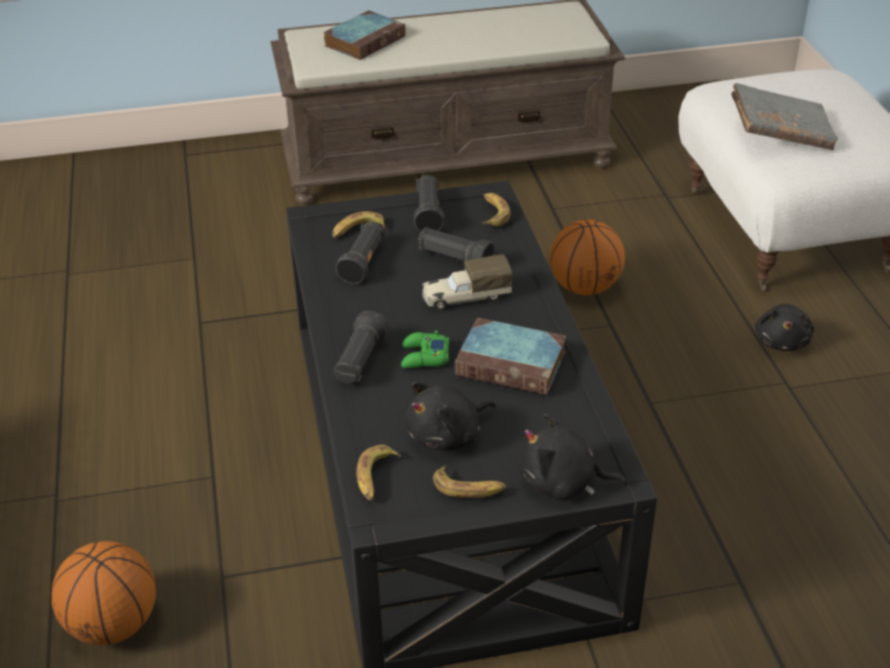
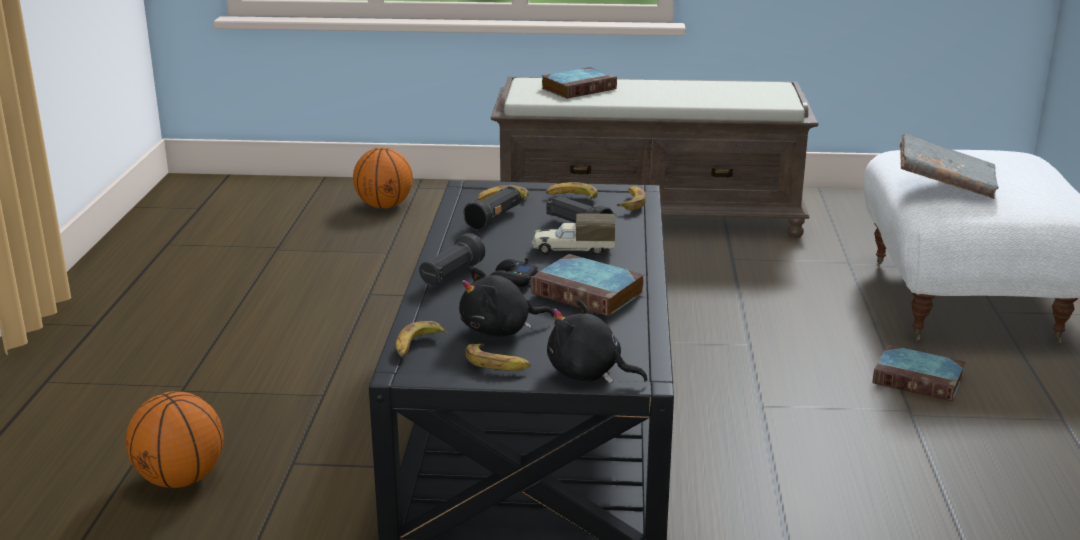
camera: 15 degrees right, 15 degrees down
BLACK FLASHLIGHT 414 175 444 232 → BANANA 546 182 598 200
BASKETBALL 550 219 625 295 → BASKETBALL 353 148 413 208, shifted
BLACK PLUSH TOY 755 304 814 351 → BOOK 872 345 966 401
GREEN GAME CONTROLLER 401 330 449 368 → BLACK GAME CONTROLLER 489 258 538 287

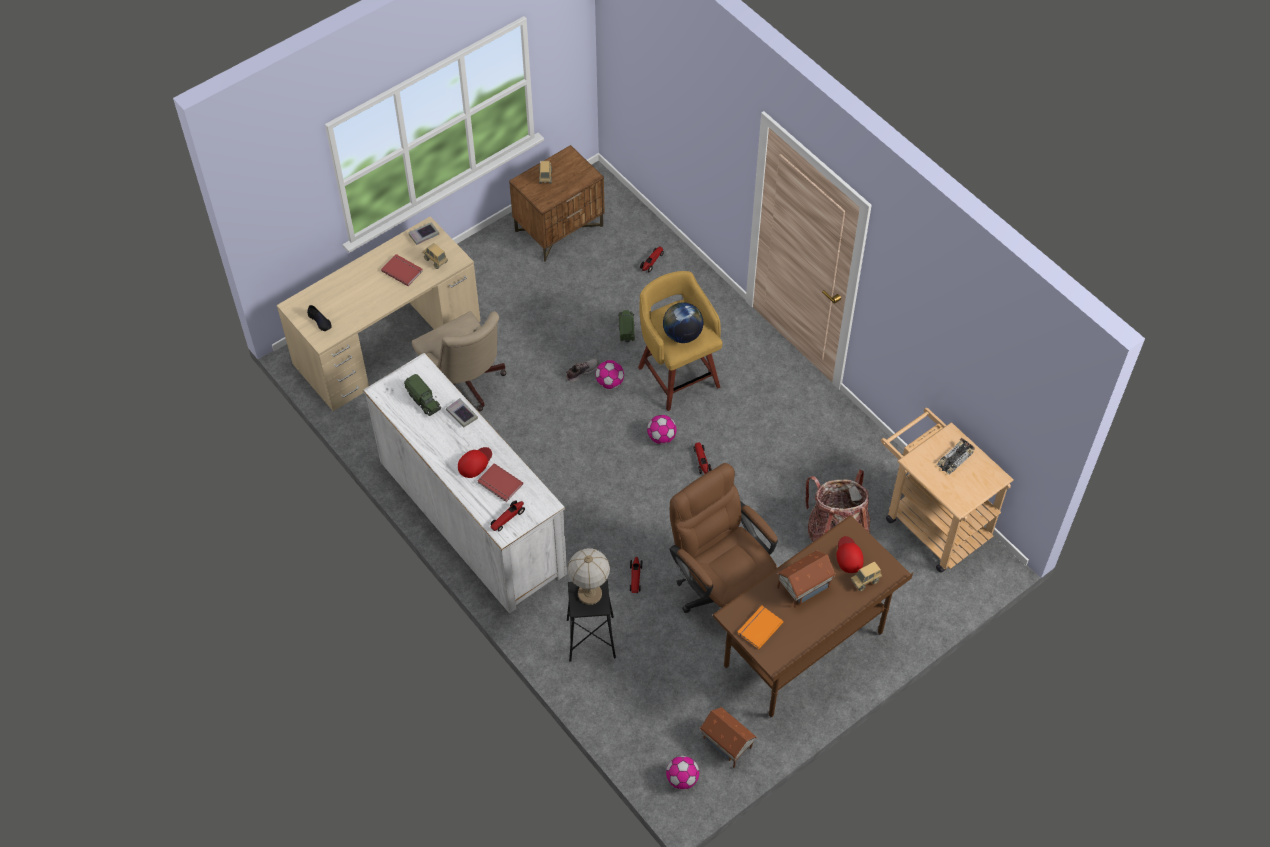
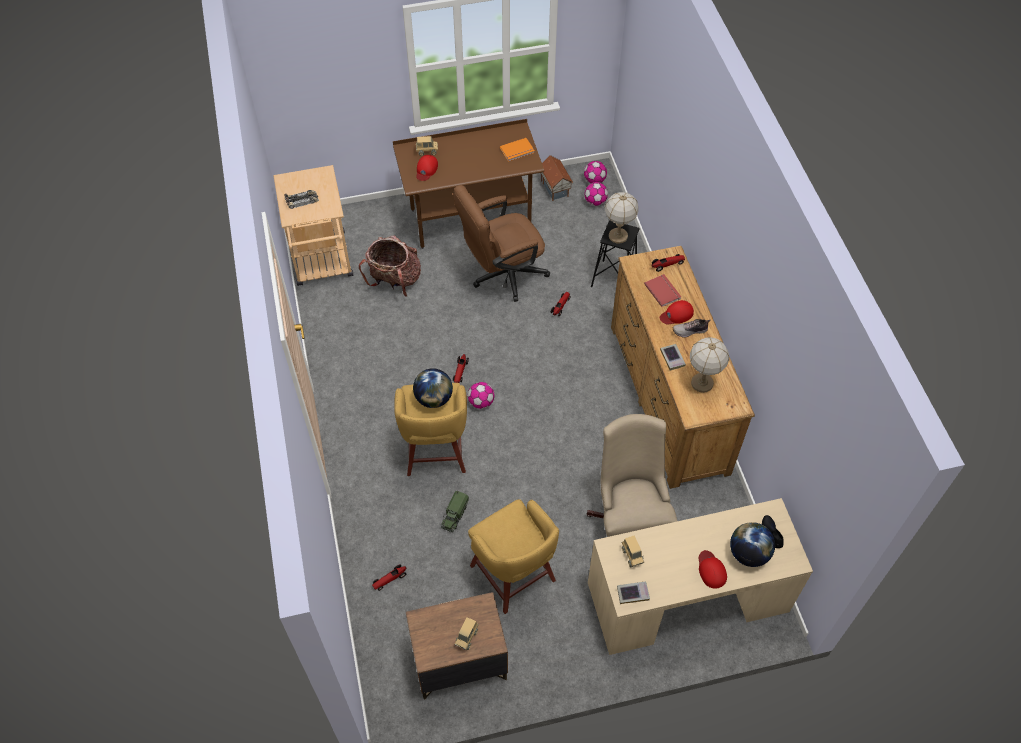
camera: 155 degrees left, 0 degrees up
RED BOOK 381 254 423 286 → -
WHITE DRESSER 363 352 567 614 → BROWN DRESSER 611 246 755 489
SHOE 566 359 599 382 → SHOE 673 319 711 338, shifted
FOOTBALL 595 360 624 389 → FOOTBALL 585 182 608 206, shifted
TOY TRUCK 404 374 441 416 → TABLE LAMP 690 337 729 393
BROWN OFFICE CHAIR 669 463 778 613 → BROWN OFFICE CHAIR 453 185 550 302, 75 degrees clockwise
TOY HOUSE 777 550 836 608 → -
- → YELLOW STOOL 468 499 559 614
- → GLOBE 730 522 775 567
- → RED CAP 699 550 727 589

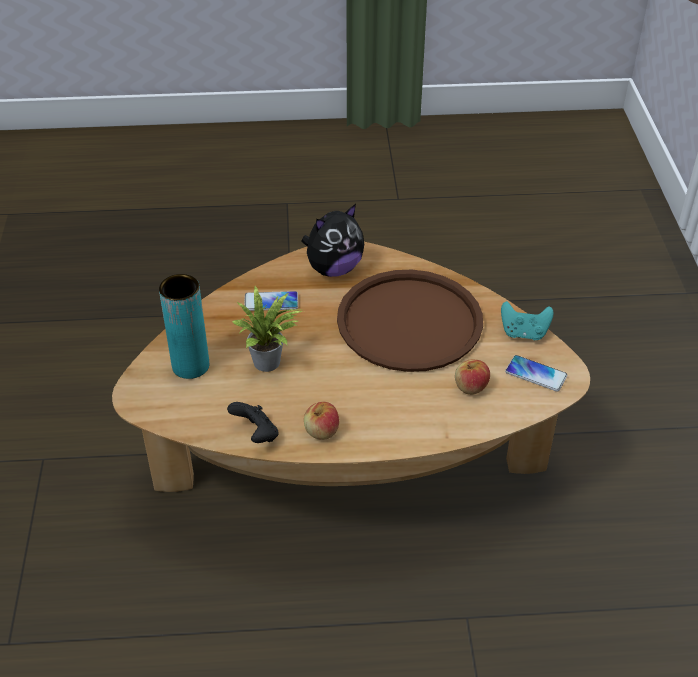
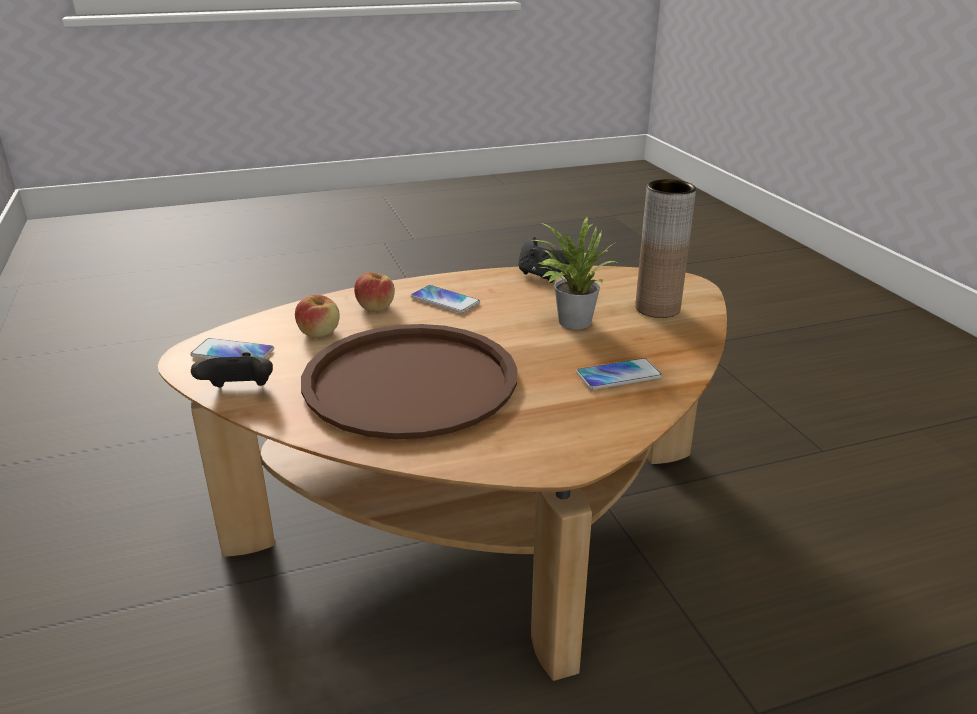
camera: 165 degrees right, 15 degrees down
PLUSH TOY 301 204 364 277 → -
TURQUOISE VASE 159 274 209 379 → BROWN VASE 635 179 696 318
TURQUOISE GAME CONTROLLER 501 301 554 340 → BLACK GAME CONTROLLER 191 352 273 387
APPLE 304 402 339 440 → APPLE 354 272 395 312, shifted
- → PHONE 411 285 480 313

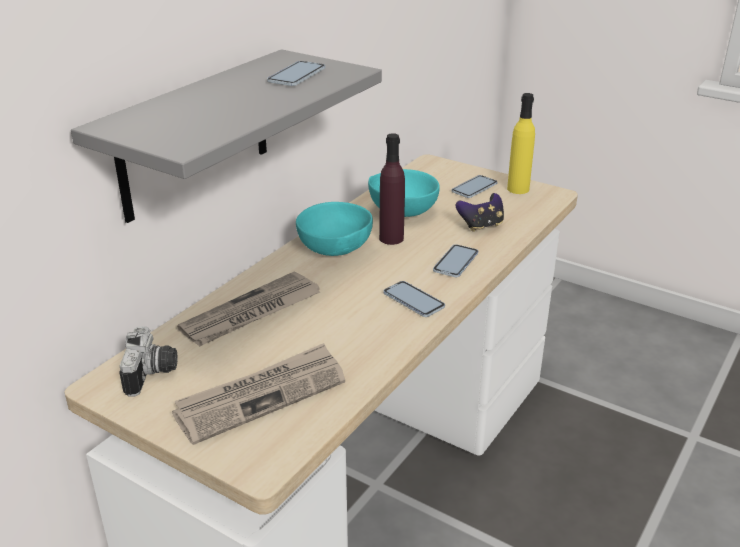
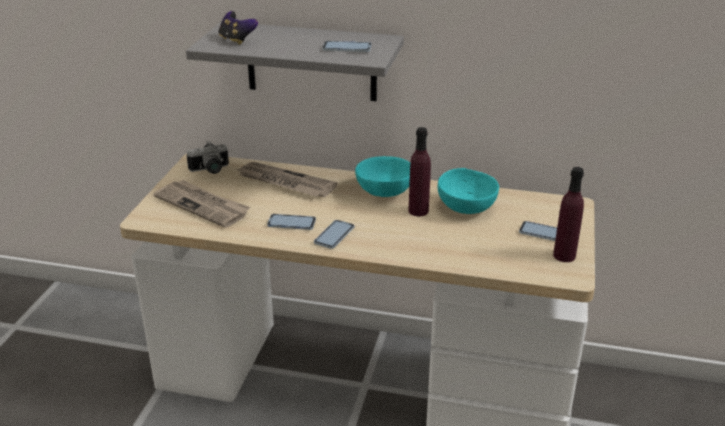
camera: 70 degrees right, 0 degrees up
YELLOW BOTTLE 507 93 535 194 → PURPLE BOTTLE 553 167 584 262
GAME CONTROLLER 456 193 504 232 → GAME CONTROLLER 219 11 258 45, shifted
PHONE 433 244 478 277 → PHONE 267 214 316 230, shifted

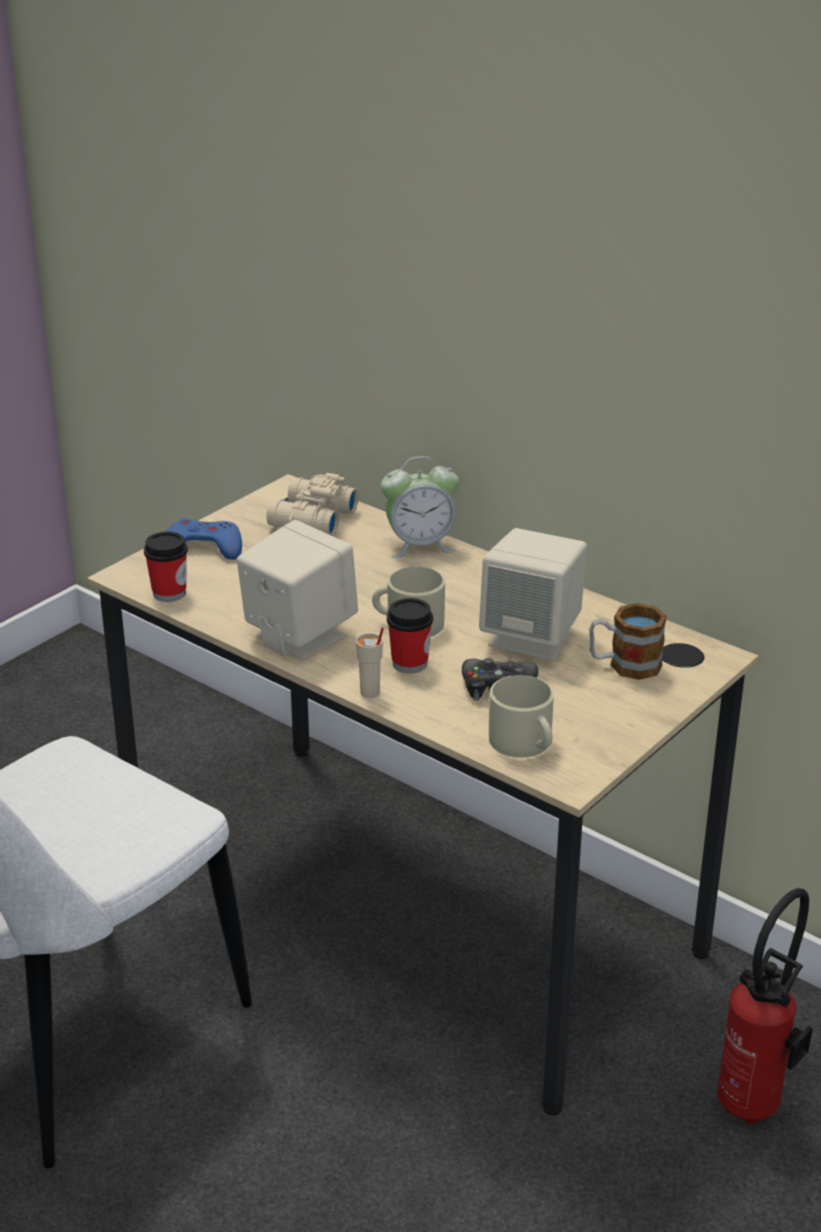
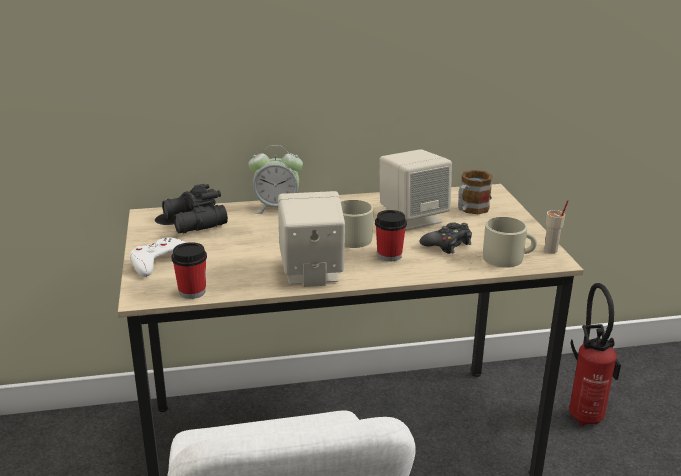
camera: 50 degrees left, 5 degrees down
ALARM CLOCK 381 456 459 558 → ALARM CLOCK 248 145 303 214, 60 degrees clockwise
BEIGE BINOCULARS 266 473 359 536 → BLACK BINOCULARS 162 184 228 233
BLUE GAME CONTROLLER 165 518 242 560 → WHITE GAME CONTROLLER 130 237 187 277
BEIGE CUP 356 627 384 698 → BEIGE CUP 544 200 569 254, shifted

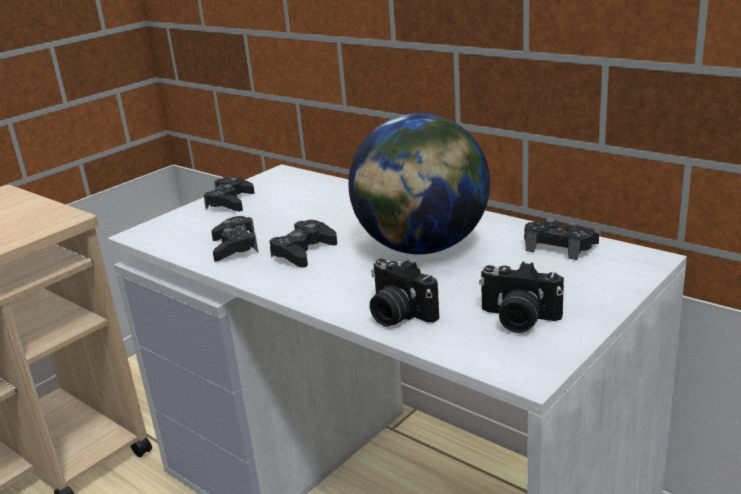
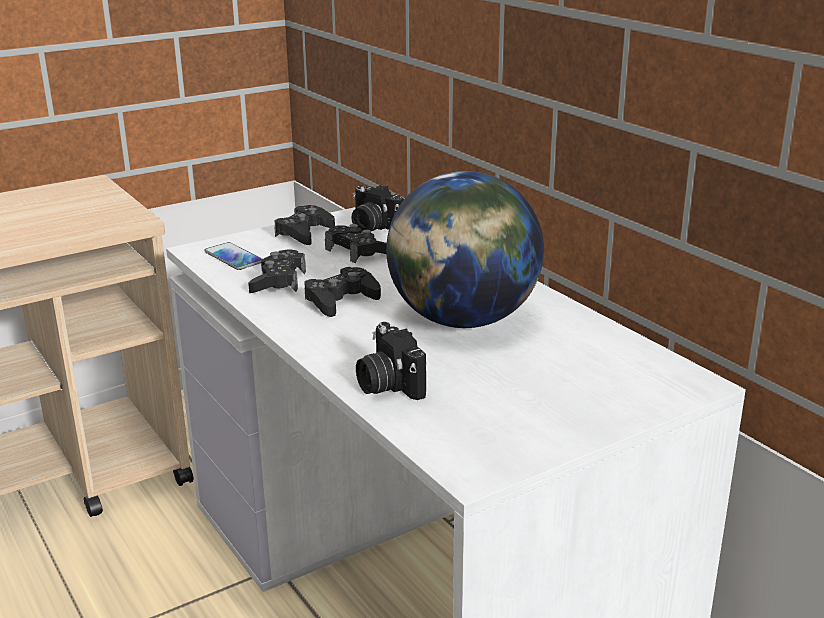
camera: 15 degrees right, 0 degrees up
BLACK GAME CONTROLLER 524 218 599 260 → BLACK GAME CONTROLLER 325 224 387 263, shifted
PHOTO CAMERA 479 262 564 333 → PHOTO CAMERA 351 185 404 233, shifted
- → PHONE 204 242 263 270

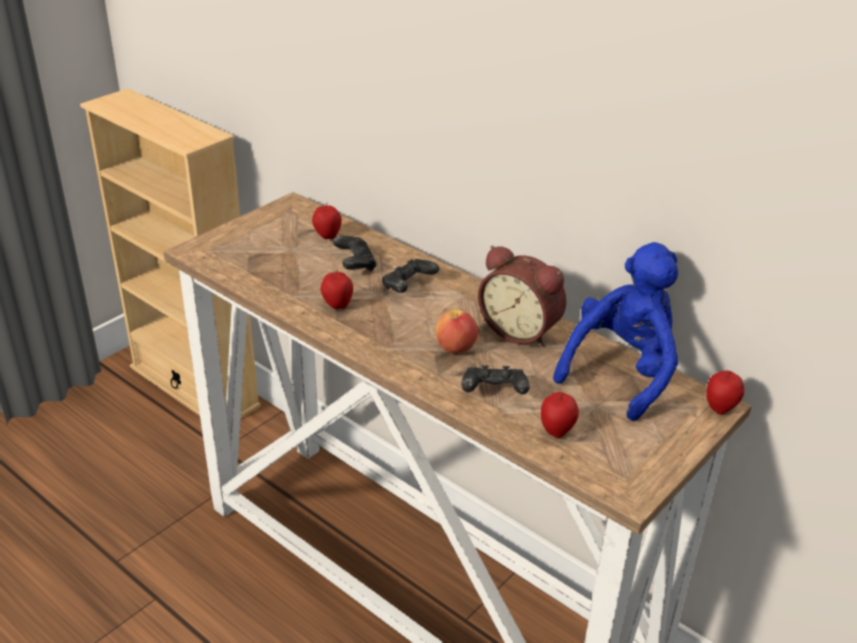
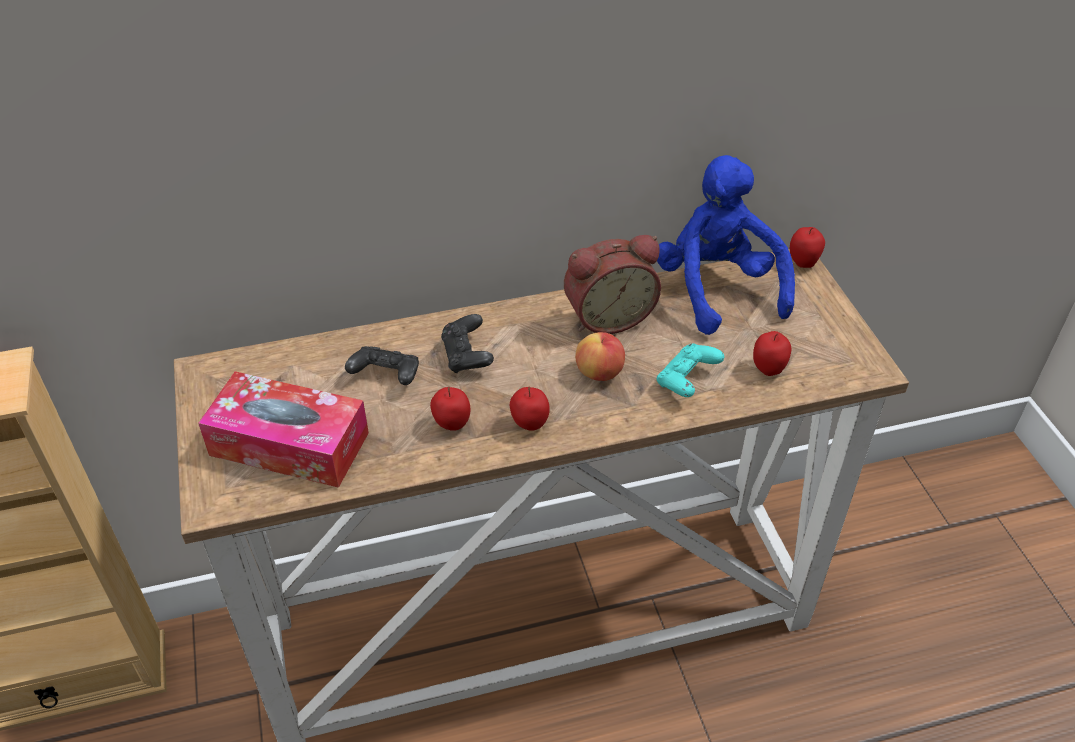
camera: 55 degrees left, 10 degrees up
APPLE 312 202 342 239 → APPLE 510 387 550 431, shifted
BLACK GAME CONTROLLER 461 365 530 394 → TURQUOISE GAME CONTROLLER 657 344 724 397
- → TISSUE BOX 198 371 369 488

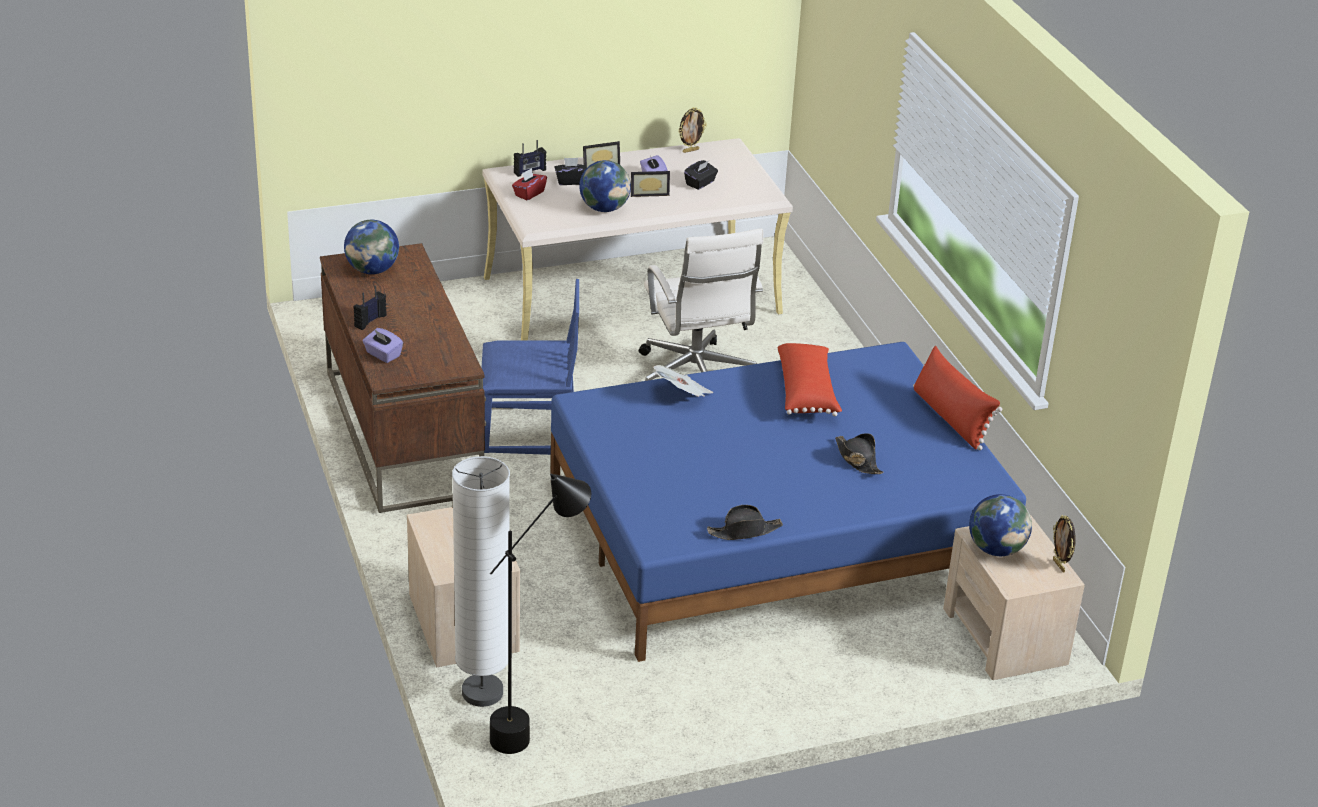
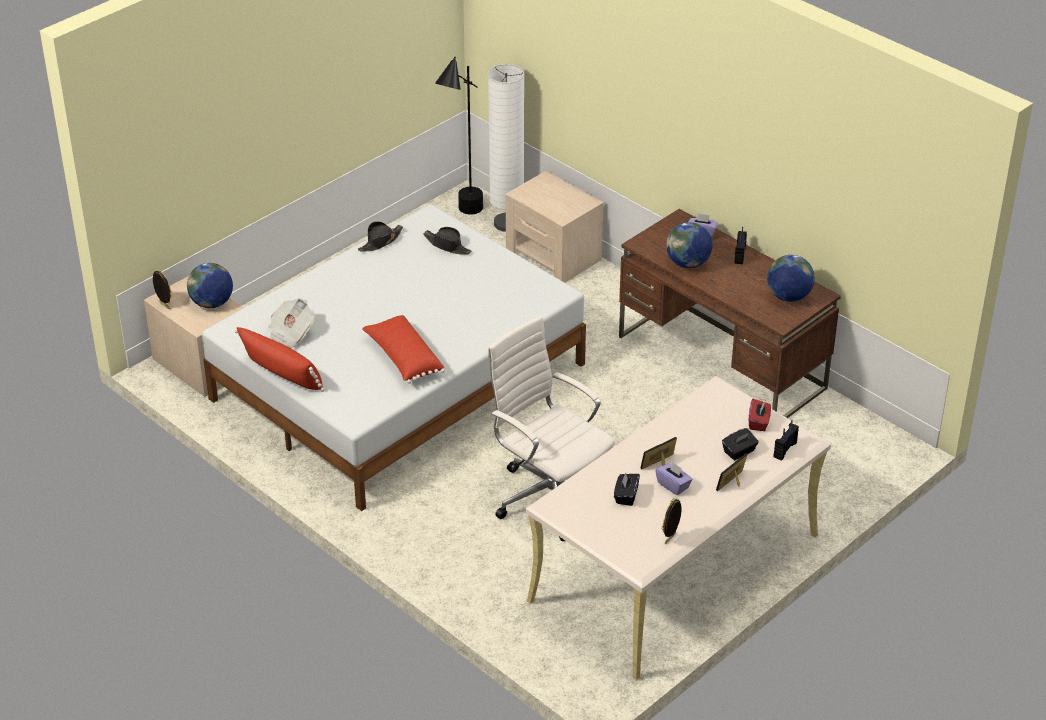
camera: 155 degrees right, 5 degrees up
GLOBE 579 160 631 212 → GLOBE 666 222 712 268, shifted
BLUE CHAIR 481 279 579 455 → -
BLUE BED 550 342 1026 662 → WHITE BED 202 204 586 511
NEWSPAPER 653 365 713 396 → NEWSPAPER 269 298 315 347, shifted
BLACK HAT 835 433 884 474 → BLACK HAT 423 227 472 255, shifted

